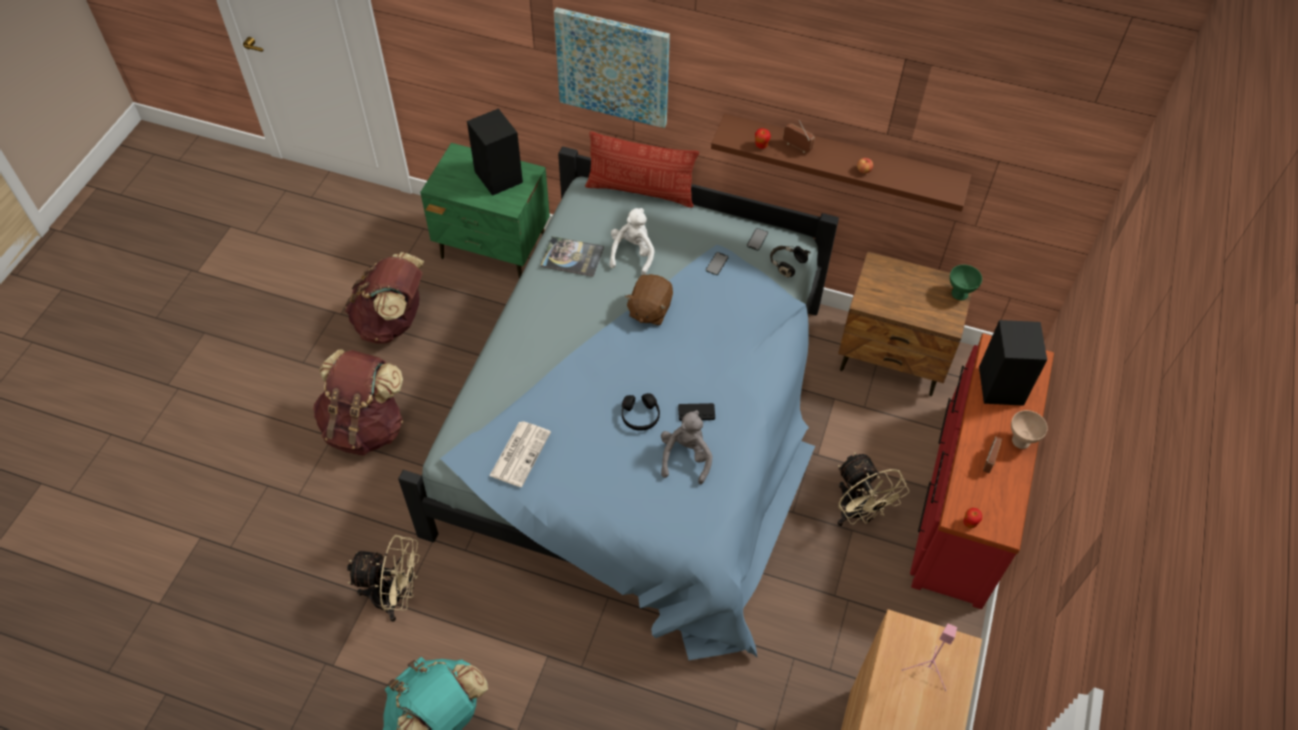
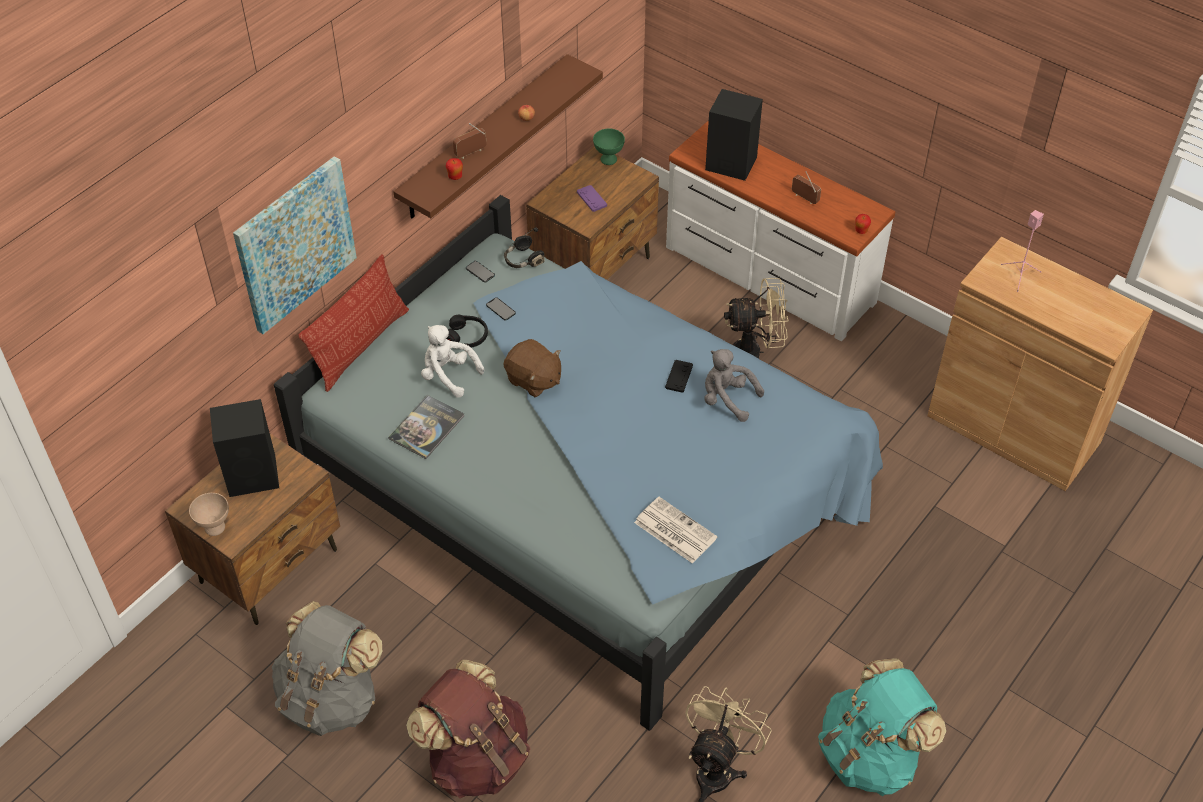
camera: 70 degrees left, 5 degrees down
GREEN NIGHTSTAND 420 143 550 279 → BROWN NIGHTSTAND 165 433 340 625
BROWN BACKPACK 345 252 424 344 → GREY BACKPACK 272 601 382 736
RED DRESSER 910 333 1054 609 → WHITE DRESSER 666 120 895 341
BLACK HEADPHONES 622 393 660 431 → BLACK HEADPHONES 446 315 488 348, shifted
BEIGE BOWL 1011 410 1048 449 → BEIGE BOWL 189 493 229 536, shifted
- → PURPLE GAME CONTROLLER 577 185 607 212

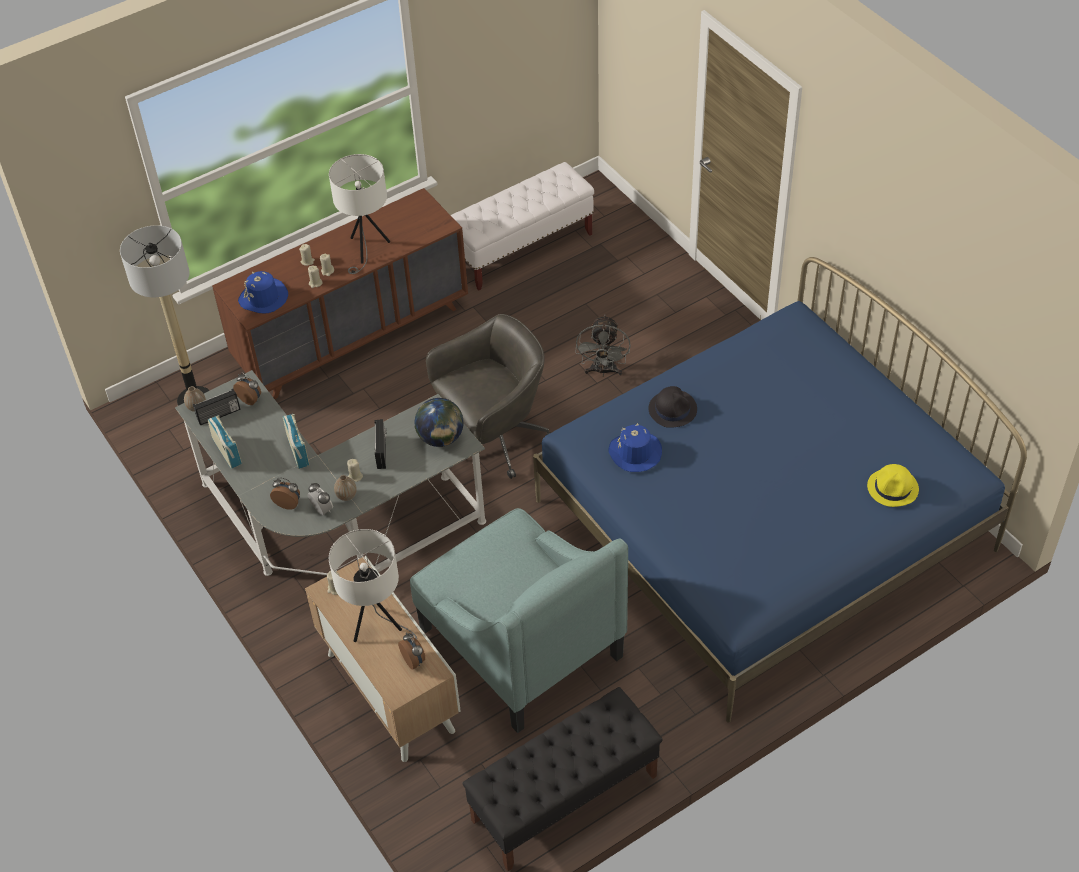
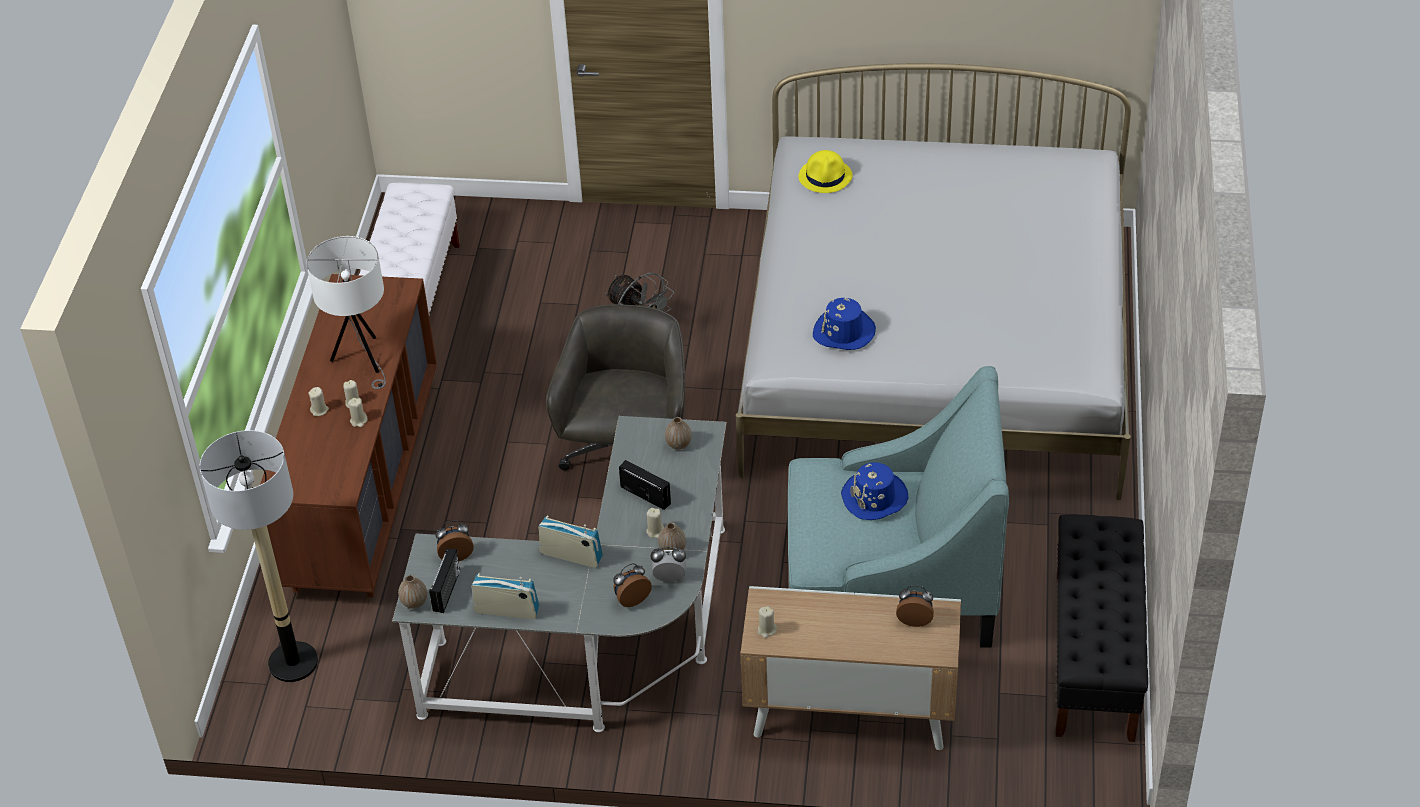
camera: 50 degrees left, 5 degrees down
BLUE BED 533 257 1027 723 → WHITE BED 736 63 1131 500
BLUE HAT 238 271 288 313 → BLUE HAT 841 463 909 520, shifted
BLACK HAT 648 386 697 428 → -
GLOBE 415 398 464 447 → VASE 665 417 692 450
YELLOW HAT 867 464 919 507 → YELLOW HAT 798 150 853 193, shifted
WHITE TABLE LAMP 329 529 417 642 → -

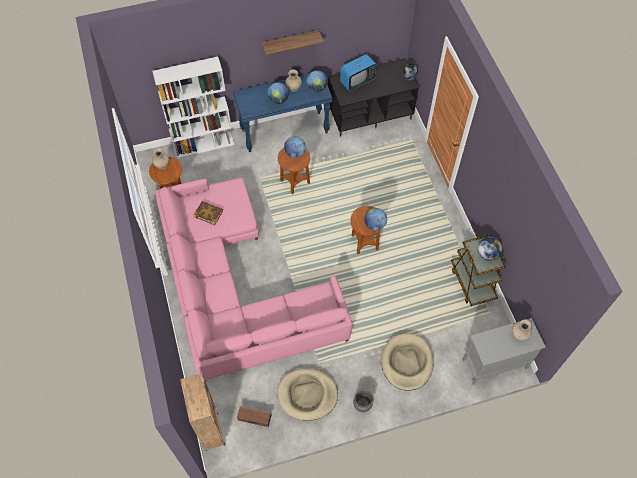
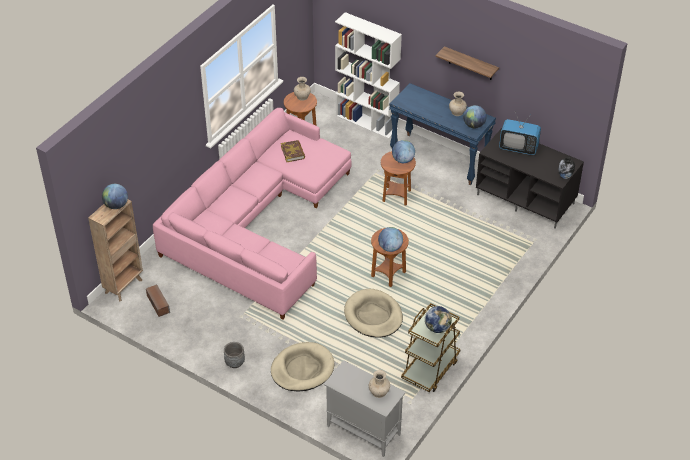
camera: 50 degrees right, 15 degrees down
GLOBE 267 82 289 104 → GLOBE 102 184 128 209, shifted
BEIGE DOG BED 277 368 338 421 → BEIGE DOG BED 344 289 403 337, shifted

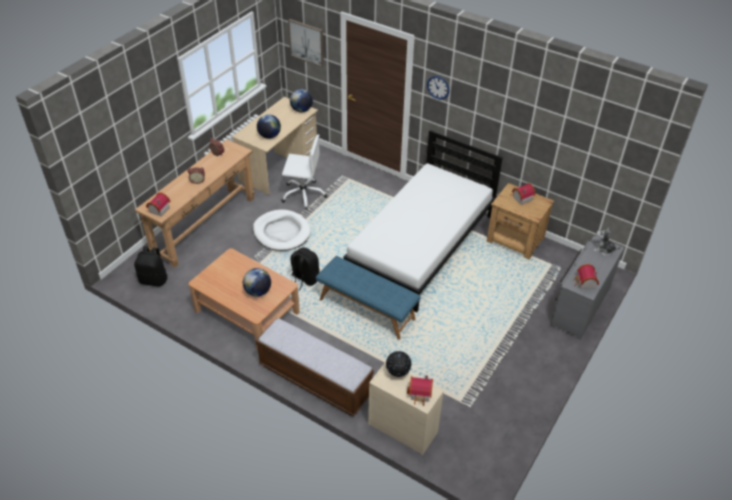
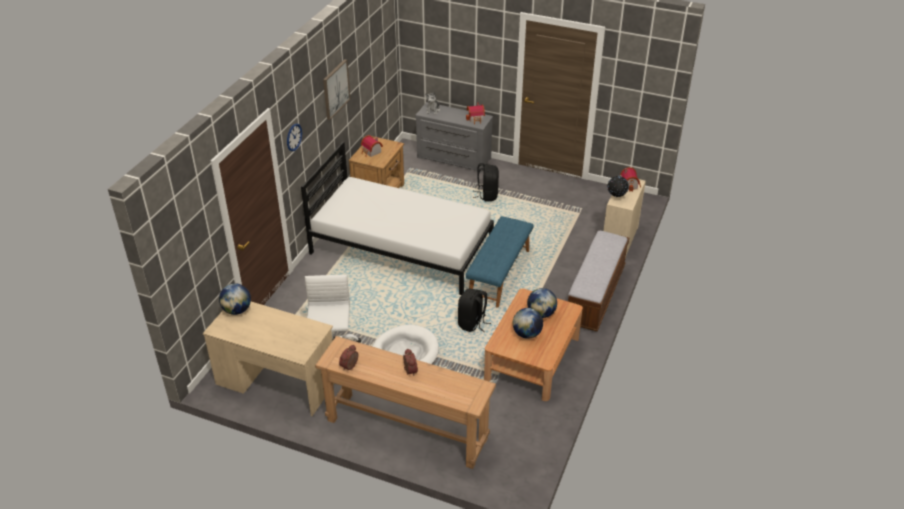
camera: 100 degrees left, 5 degrees down
PICTURE 288 19 324 67 → PICTURE 323 59 350 120, shifted
GLOBE 257 114 281 139 → GLOBE 513 308 543 339, shifted
TOY HOUSE 146 192 171 217 → -
BLACK BACKPACK 134 246 168 287 → BLACK BACKPACK 473 163 499 201, shifted

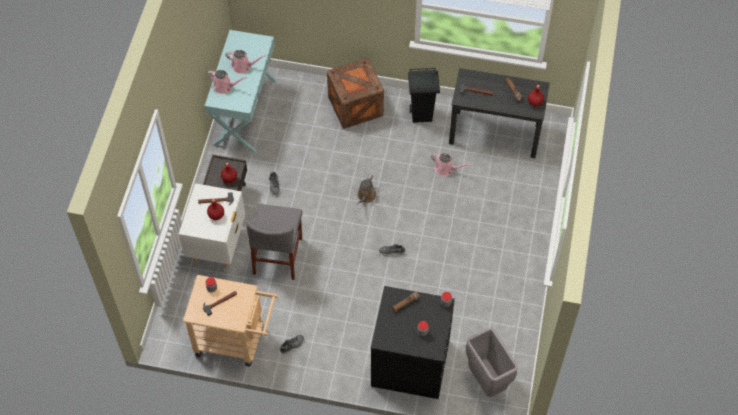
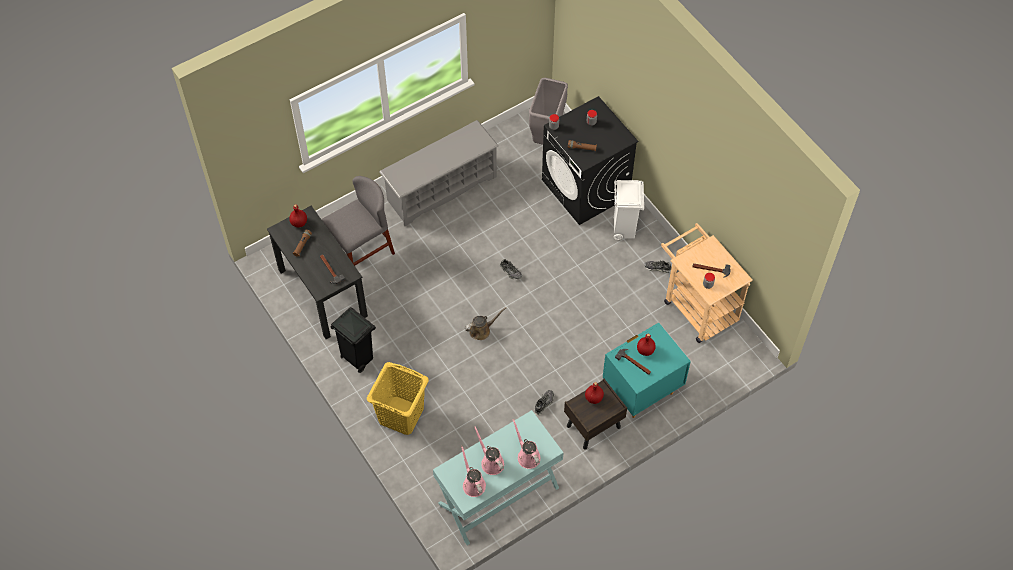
camera: 135 degrees left, 0 degrees up
CRATE 327 58 384 129 → YELLOW LAUNDRY BASKET 367 362 429 435
PINK WATERING CAN 431 153 470 176 → PINK WATERING CAN 461 445 486 497, shifted
WHITE NIGHTSTAND 179 183 245 268 → TURQUOISE NIGHTSTAND 603 322 691 418
GREY CHAIR 246 204 302 280 → GREY CHAIR 322 176 395 266, shifted
- → GREY SHOE RACK 379 120 498 226
- → WHITE TRASH CAN 613 180 644 240

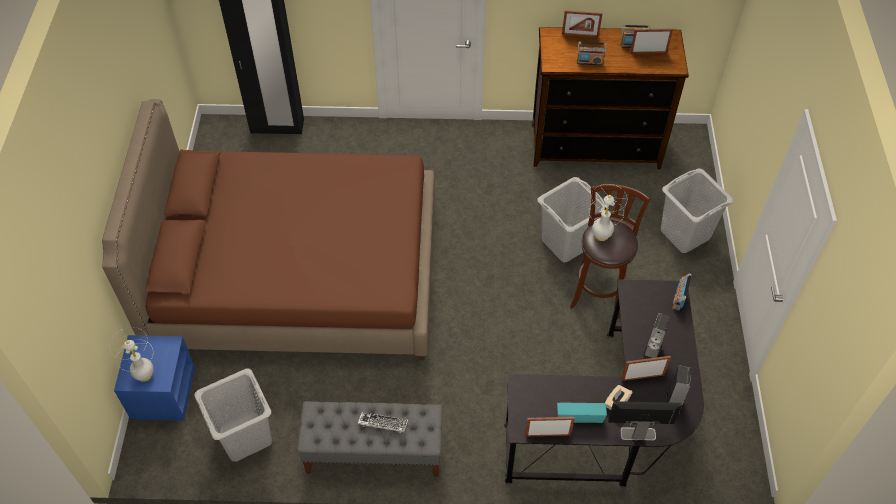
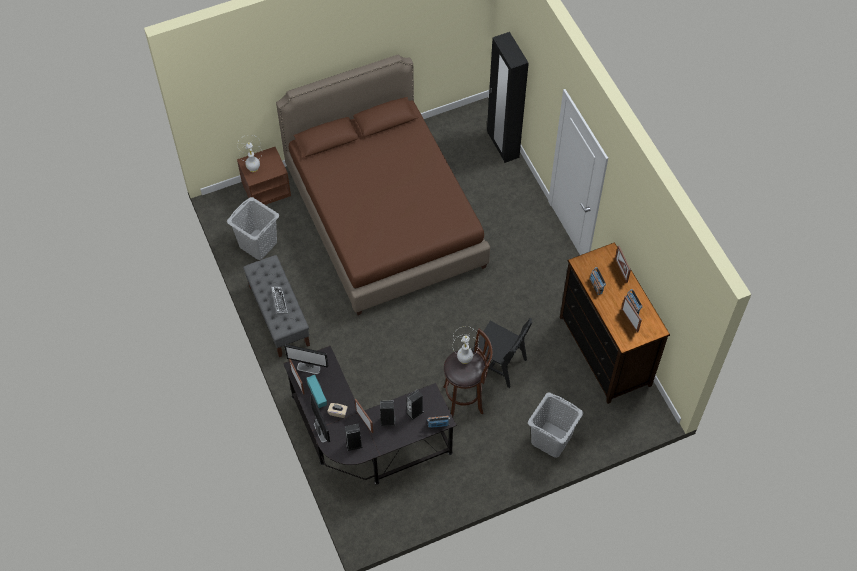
camera: 65 degrees right, 5 degrees up
GREY LAUNDRY BASKET 537 177 609 262 → BLACK CHAIR 472 318 533 388
BLUE NIGHTSTAND 114 335 195 421 → BROWN NIGHTSTAND 237 147 291 205
- → MONITOR 284 345 328 374
- → SPEAKER 406 389 424 420

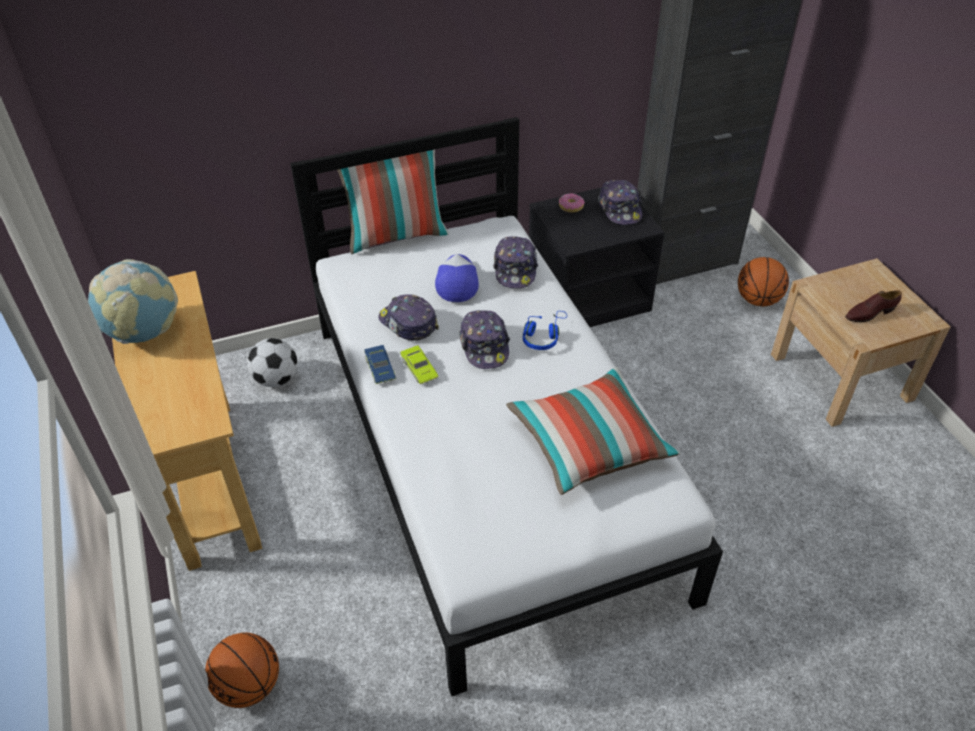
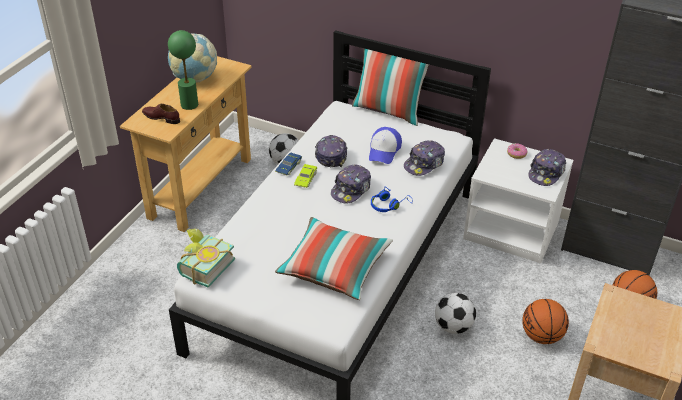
camera: 45 degrees right, 5 degrees down
BLACK NIGHTSTAND 529 187 665 327 → WHITE NIGHTSTAND 463 138 574 264
CAP 435 254 479 302 → CAP 369 127 402 164, 150 degrees clockwise
BROWN SHOE 845 290 902 322 → BROWN SHOE 142 104 180 124, shifted
BASKETBALL 205 632 279 708 → BASKETBALL 522 299 569 344, shifted
- → GREEN TABLE LAMP 168 30 198 110
- → BOOK 177 228 235 287
- → FOOTBALL 435 293 476 334

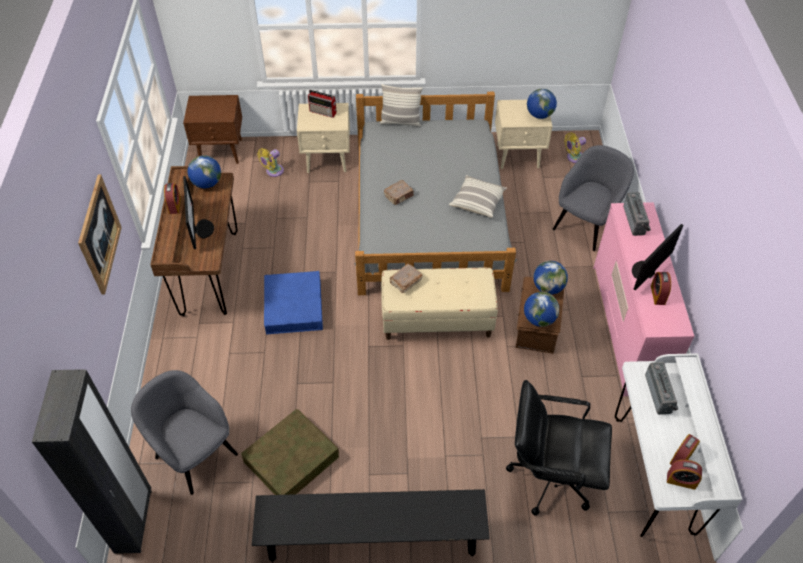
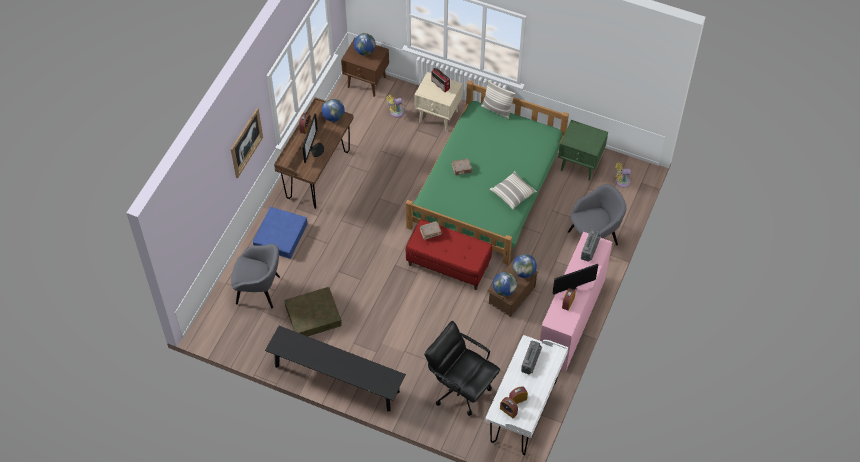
camera: 25 degrees right, 5 degrees up
GLOBE 527 89 557 119 → GLOBE 354 33 376 55, shifted
GREY BED 354 92 517 295 → GREEN BED 406 80 569 265
BEIGE NIGHTSTAND 495 100 553 169 → GREEN NIGHTSTAND 558 120 608 180
BEIGE BENCH 381 267 498 340 → RED BENCH 406 219 492 290
BLUE STORAGE BOX 264 271 323 334 → BLUE STORAGE BOX 253 207 307 259, shifted
BLACK WARDROBE 32 369 152 554 → -
GREY ARMCHAIR 131 370 238 495 → GREY ARMCHAIR 231 244 280 309, 120 degrees clockwise

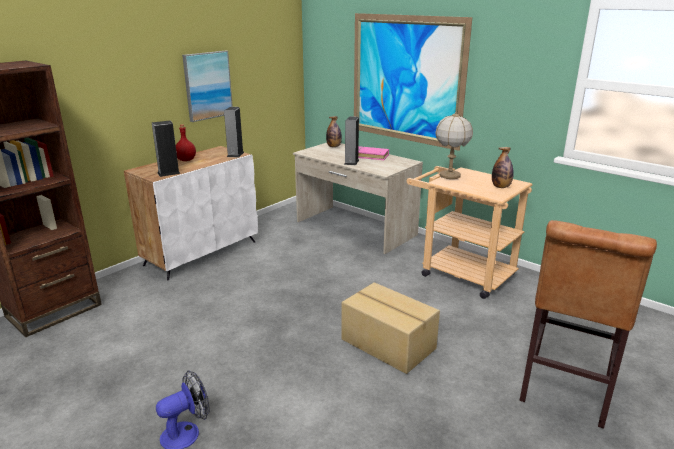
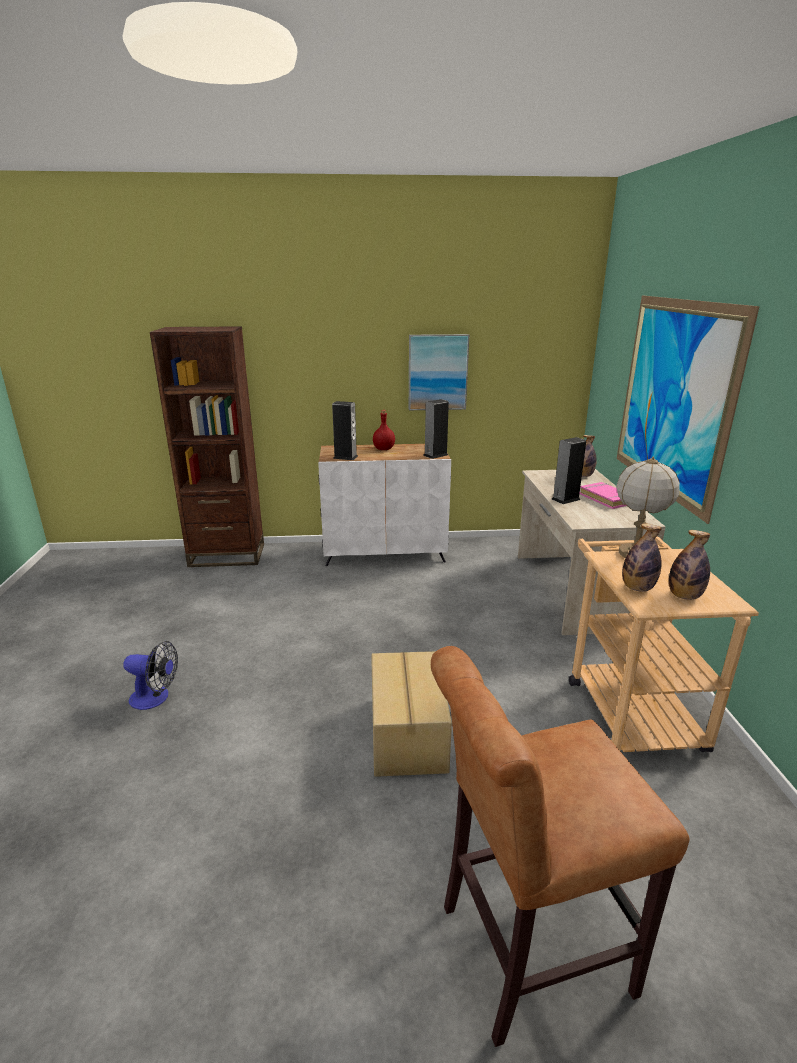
camera: 45 degrees right, 0 degrees up
- → BOTTLE 622 523 662 592

